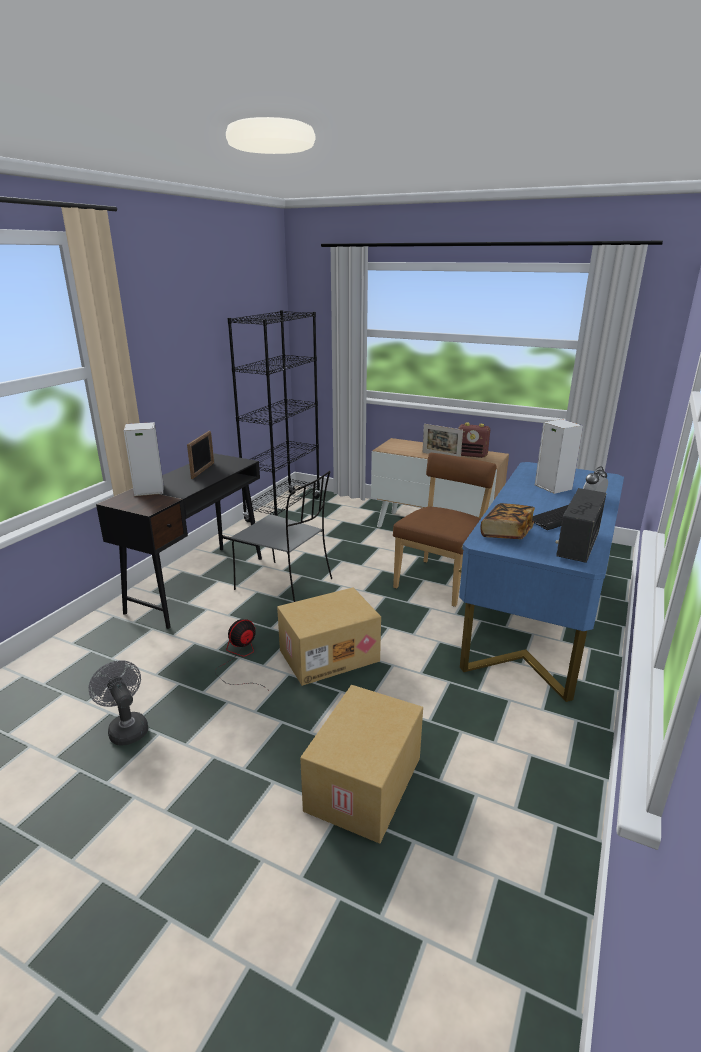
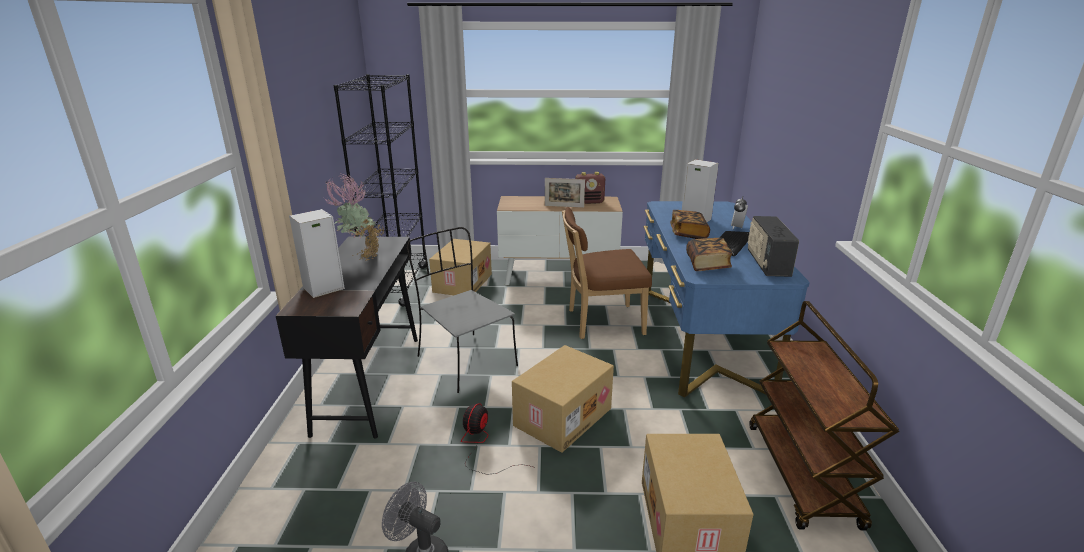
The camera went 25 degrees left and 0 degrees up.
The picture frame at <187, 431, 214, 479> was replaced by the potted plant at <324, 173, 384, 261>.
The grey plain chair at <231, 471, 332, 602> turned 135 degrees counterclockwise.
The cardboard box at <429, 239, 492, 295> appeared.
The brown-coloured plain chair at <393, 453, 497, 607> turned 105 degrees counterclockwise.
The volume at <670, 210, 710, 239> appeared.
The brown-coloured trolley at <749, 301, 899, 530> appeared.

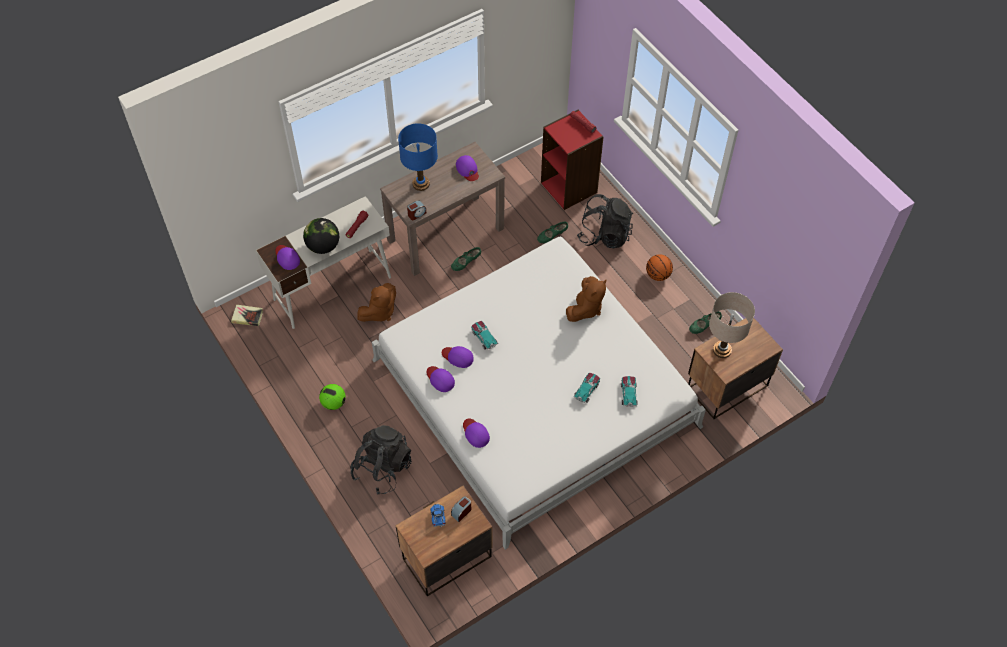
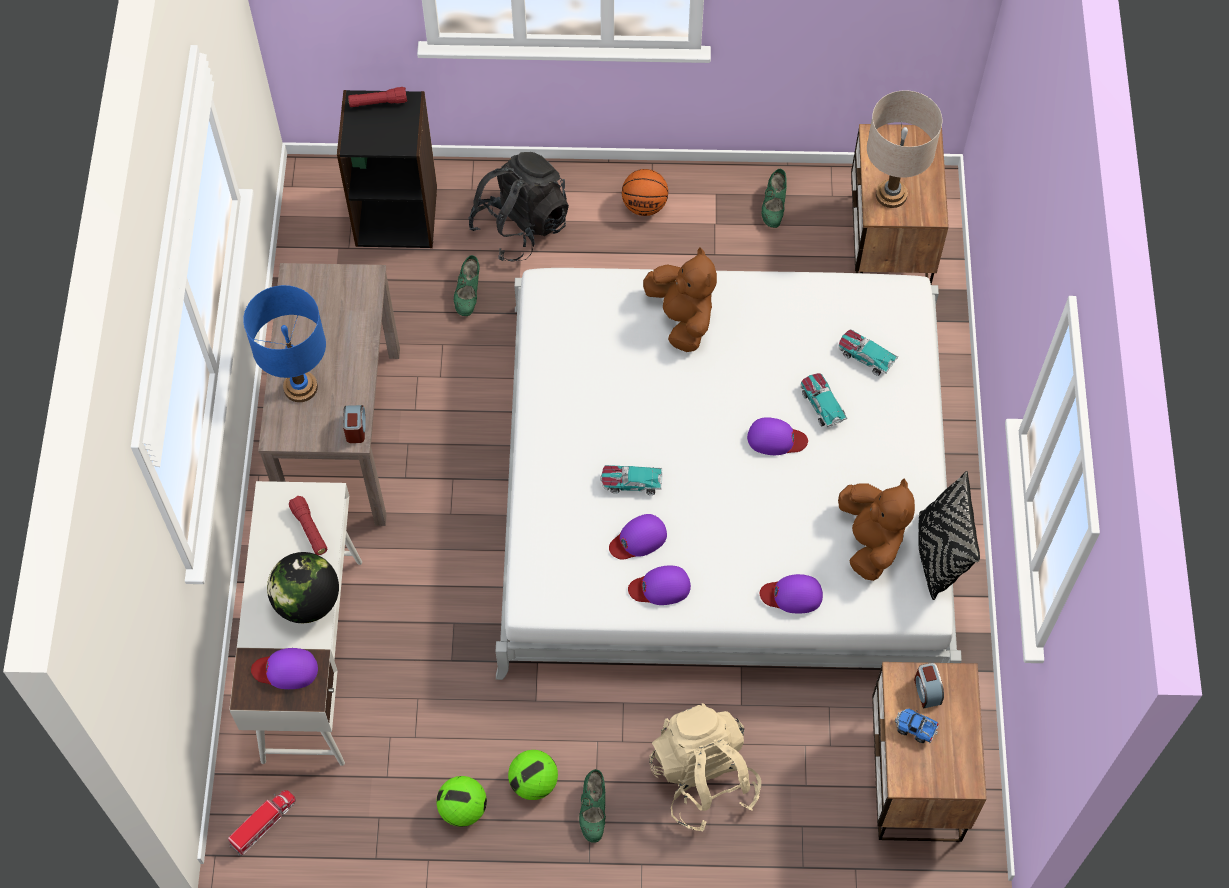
The camera went 55 degrees left and 5 degrees up.
The volume at <231, 305, 263, 326> was replaced by the model truck at <228, 790, 296, 856>.
The reddish shelving unit at <541, 109, 604, 210> became the blackish shelving unit at <337, 90, 437, 248>.
The ball for football at <437, 776, 487, 827> appeared.
The green item of footwear moved from <451, 247, 481, 271> to <579, 769, 606, 843>.
The blackish knapsack at <350, 425, 412, 495> became the beige knapsack at <649, 703, 761, 832>.
The purplish baseball cap moved from <456, 155, 479, 181> to <747, 417, 808, 455>.
The brown-coloured cuddly toy moved from <357, 283, 396, 322> to <838, 479, 915, 581>.
The blackish pillow at <918, 471, 980, 600> appeared.

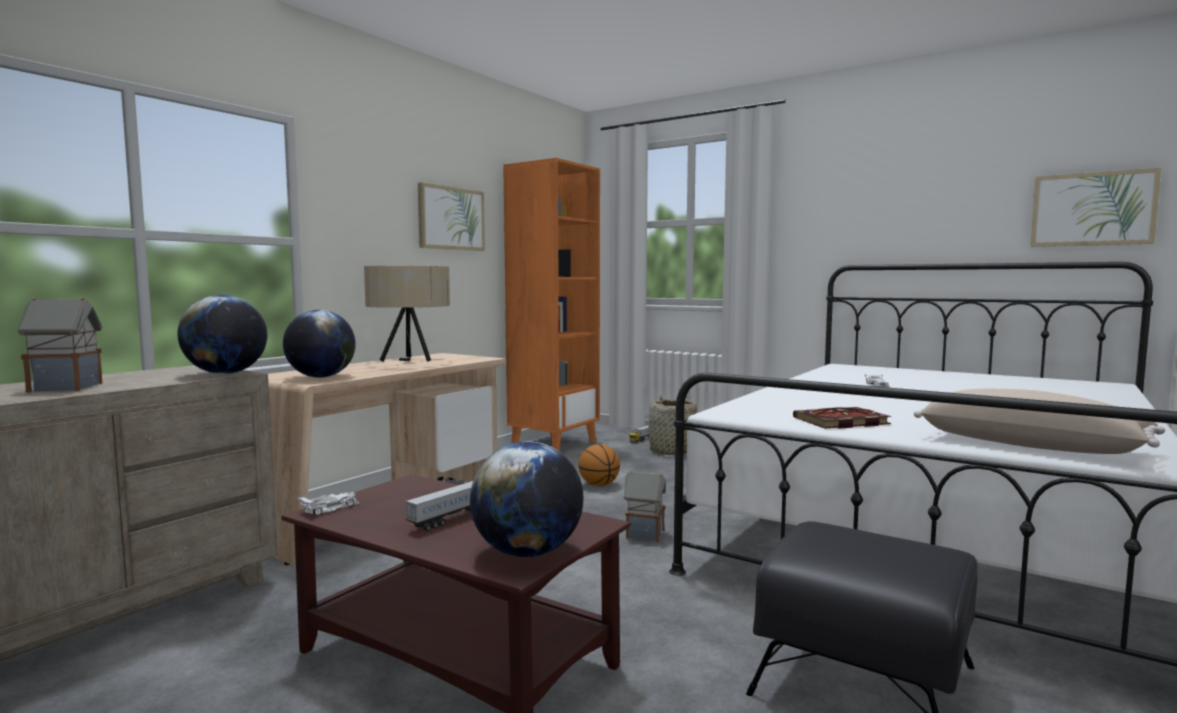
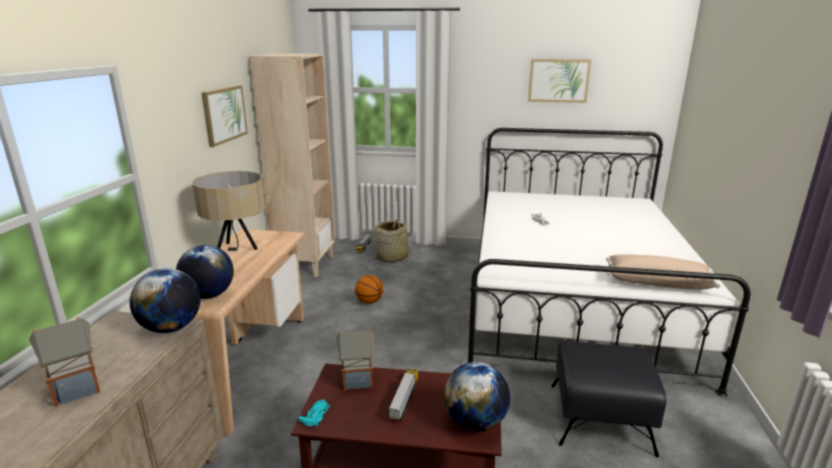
The camera went 25 degrees left and 15 degrees up.
The orange shelving unit at <503, 158, 600, 451> became the beige shelving unit at <249, 54, 335, 277>.
The white-coloured toy car at <297, 492, 360, 516> became the blue-green toy car at <298, 400, 330, 427>.
The toy house moved from <623, 471, 667, 542> to <336, 329, 374, 391>.
The wall picture moved from <1030, 168, 1161, 247> to <528, 59, 591, 103>.
The volume at <793, 407, 891, 429> disappeared.

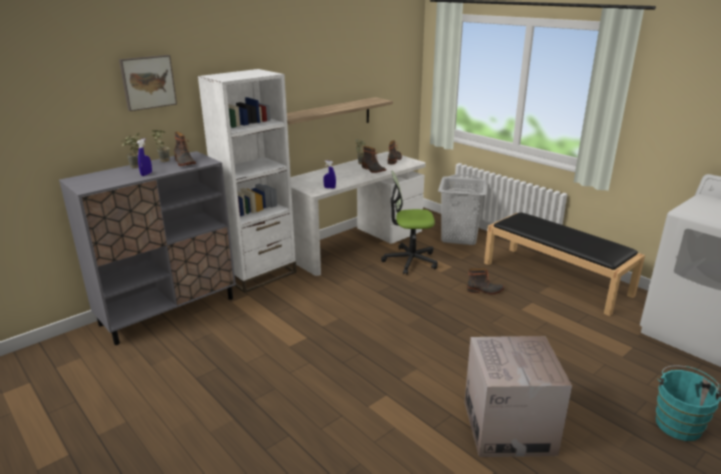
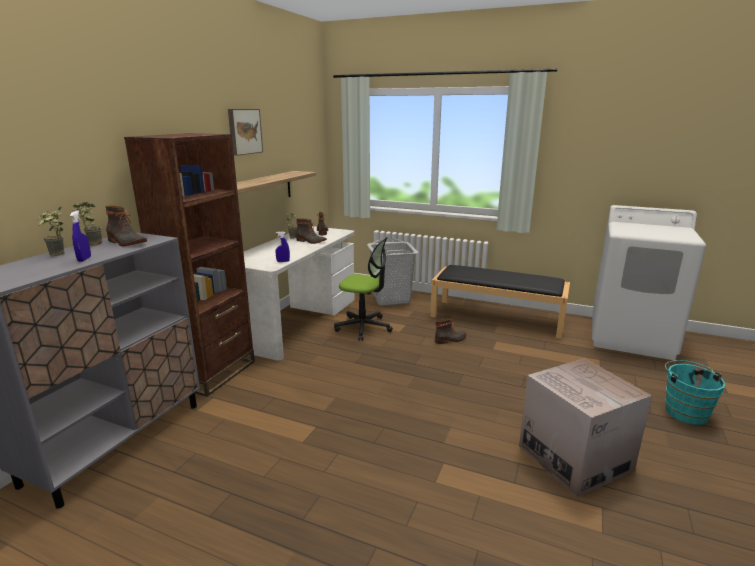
The camera went 25 degrees left and 5 degrees down.
The white-coloured shelving unit at <198, 69, 296, 293> became the brown-coloured shelving unit at <124, 133, 255, 397>.
The wall picture moved from <119, 55, 177, 111> to <228, 109, 263, 156>.
The office chair at <381, 171, 438, 275> turned 135 degrees counterclockwise.

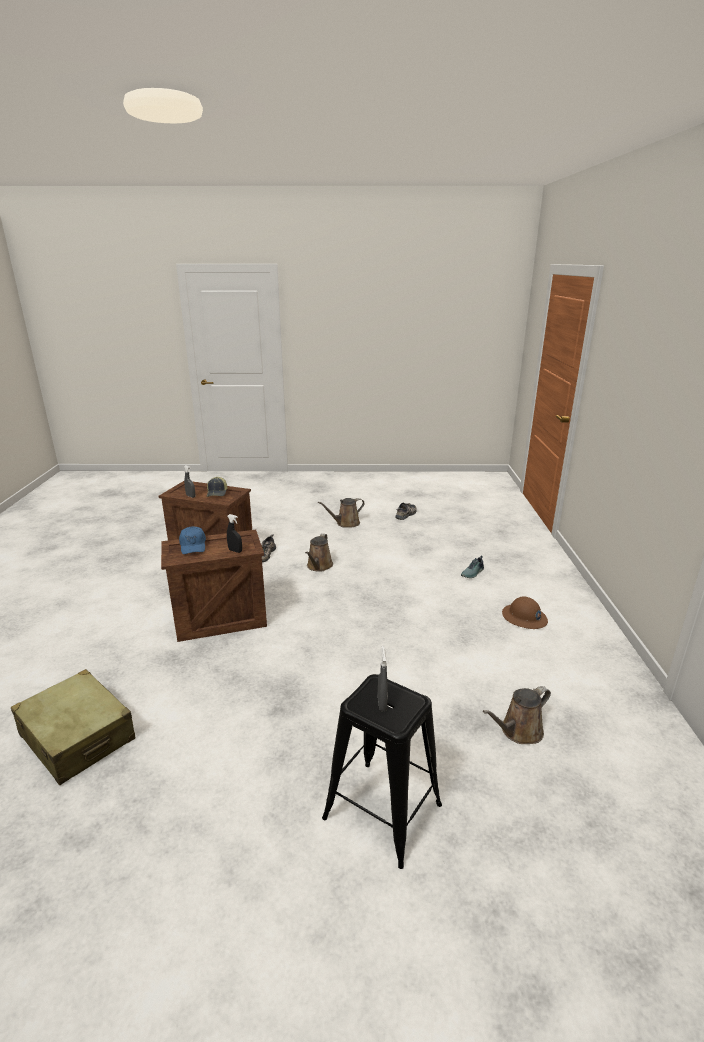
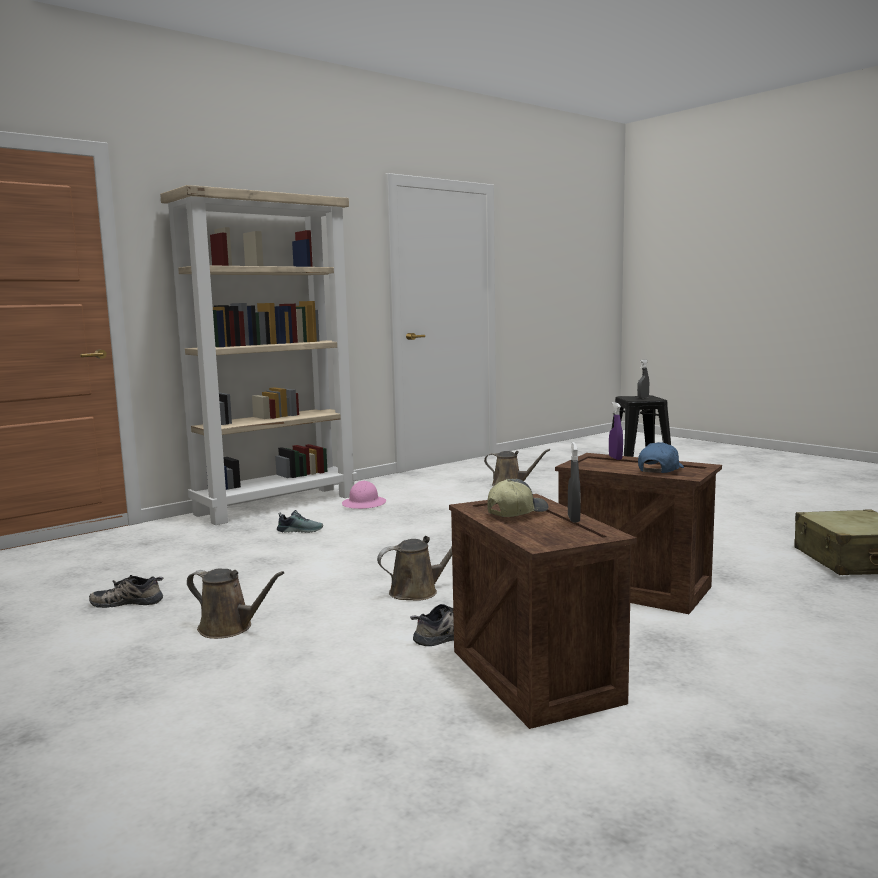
The camera went 130 degrees left and 15 degrees down.
The beige shelving unit at <160, 185, 358, 525> appeared.
The brown-coloured work helmet at <502, 596, 548, 629> became the pinkish work helmet at <342, 481, 386, 509>.
The blackish spray bottle at <227, 514, 242, 553> became the purplish spray bottle at <609, 402, 623, 460>.

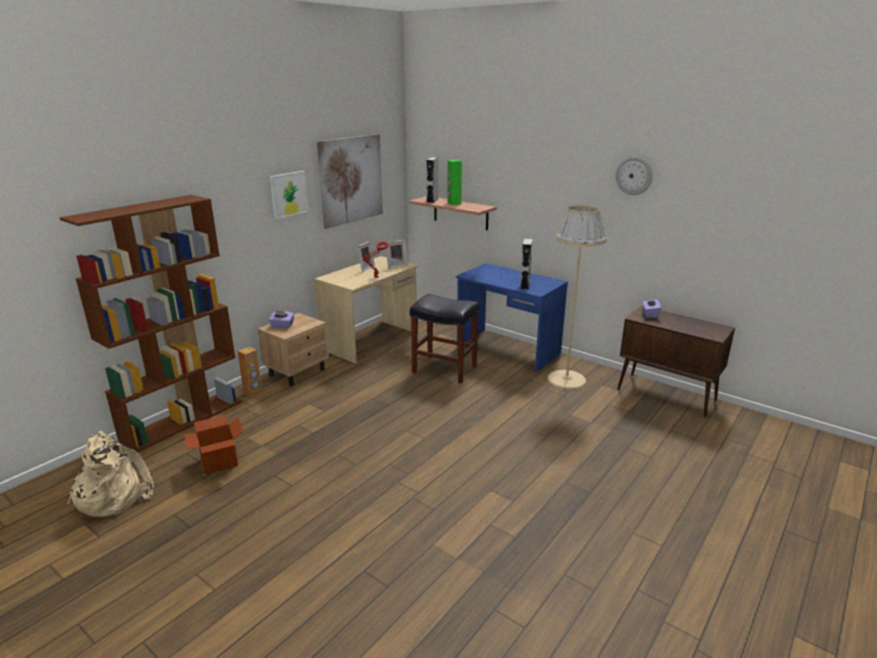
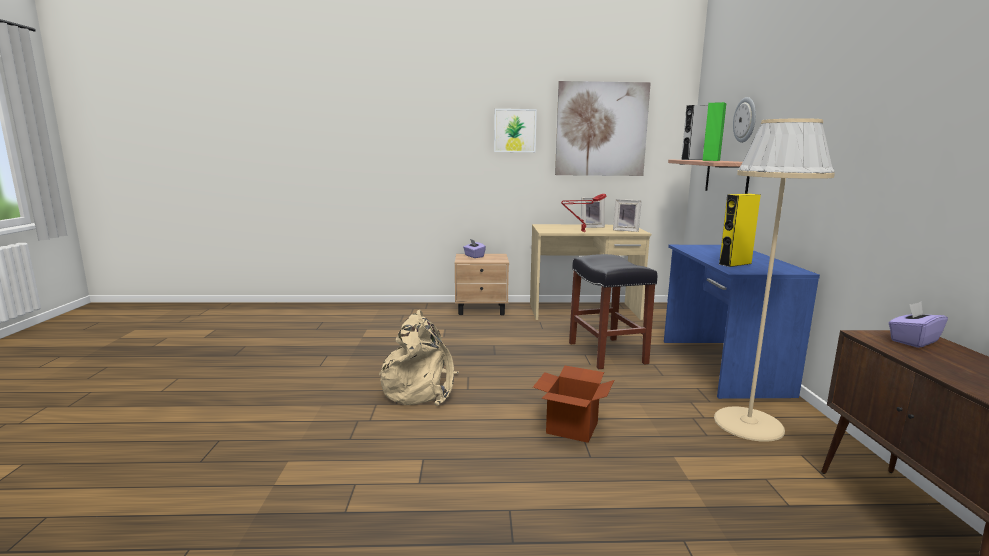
The camera went 50 degrees right and 10 degrees down.
The beige knapsack moved from <67, 431, 154, 517> to <379, 310, 459, 406>.
The cardboard box moved from <184, 415, 244, 475> to <533, 365, 614, 443>.
The grey audio speaker at <520, 238, 533, 290> became the yellowish audio speaker at <719, 194, 761, 267>.
The hanging clock moved from <616, 157, 653, 195> to <733, 97, 756, 143>.
The brown-coloured shelving unit at <60, 195, 242, 453> disappeared.
The brown-coloured audio speaker at <238, 347, 263, 398> disappeared.

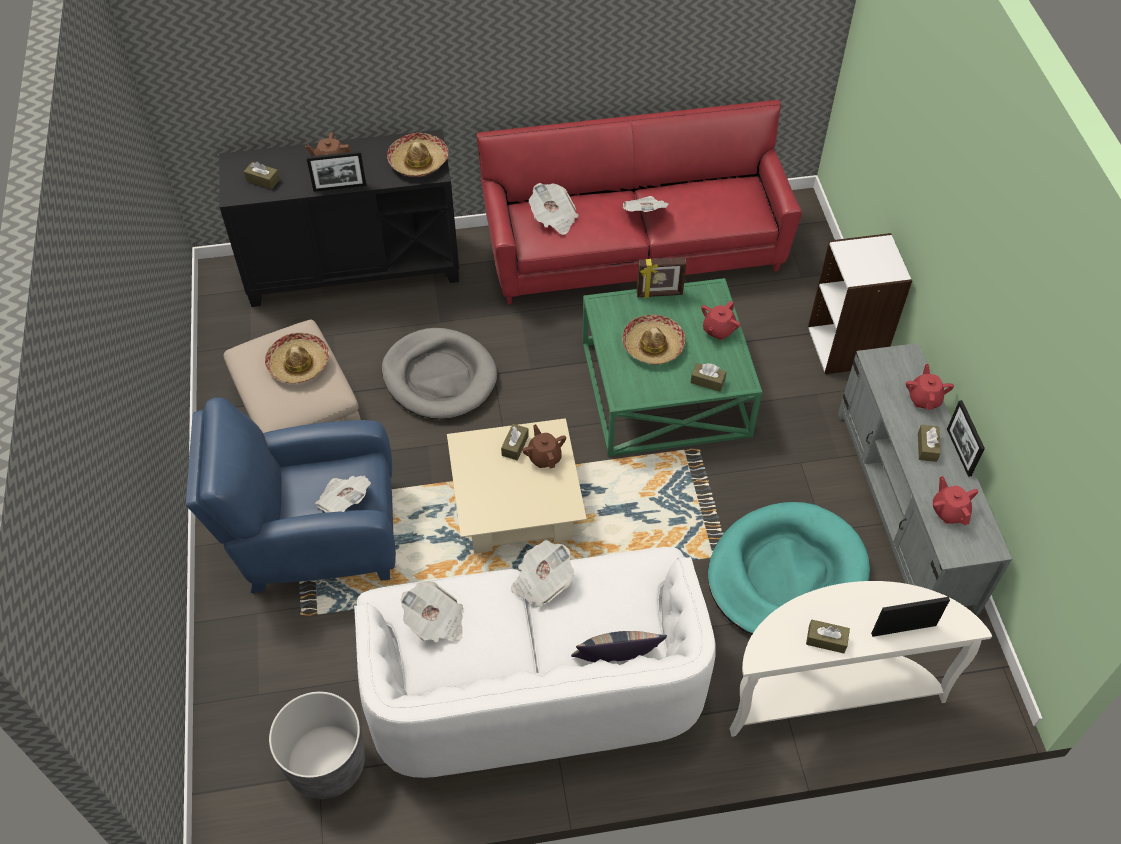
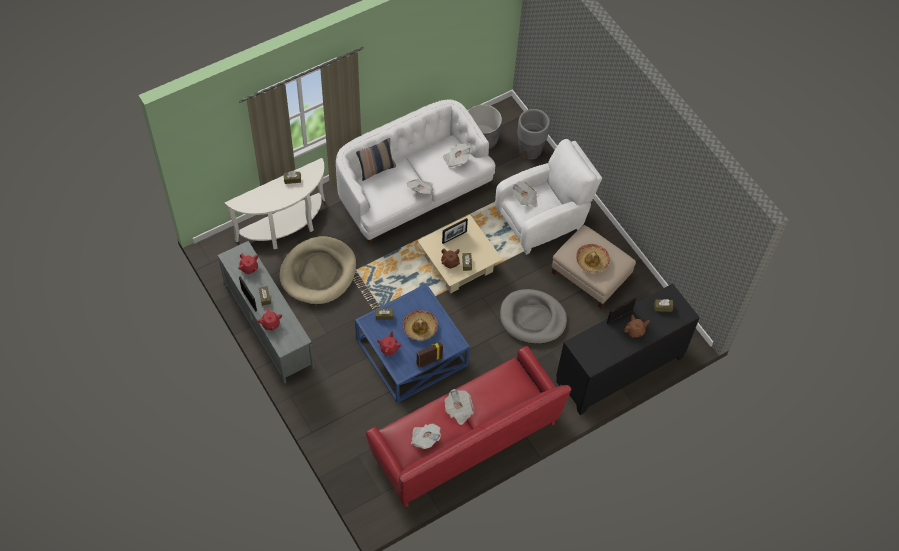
The camera went 155 degrees right and 5 degrees up.
The blue-green pet bed at <708, 502, 870, 635> became the beige pet bed at <279, 236, 357, 305>.
The green coffee table at <582, 278, 762, 457> became the blue-coloured coffee table at <355, 283, 470, 403>.
The newspaper moved from <529, 183, 579, 235> to <411, 423, 441, 449>.
The picture frame moved from <871, 597, 950, 637> to <442, 218, 468, 244>.
The blue-coloured easy chair at <186, 397, 396, 593> became the white-coloured easy chair at <495, 139, 602, 255>.
The grey flower pot at <517, 109, 550, 160> appeared.
The hat at <387, 133, 448, 177> disappeared.
The white-coloured shelving unit at <808, 233, 912, 374> disappeared.

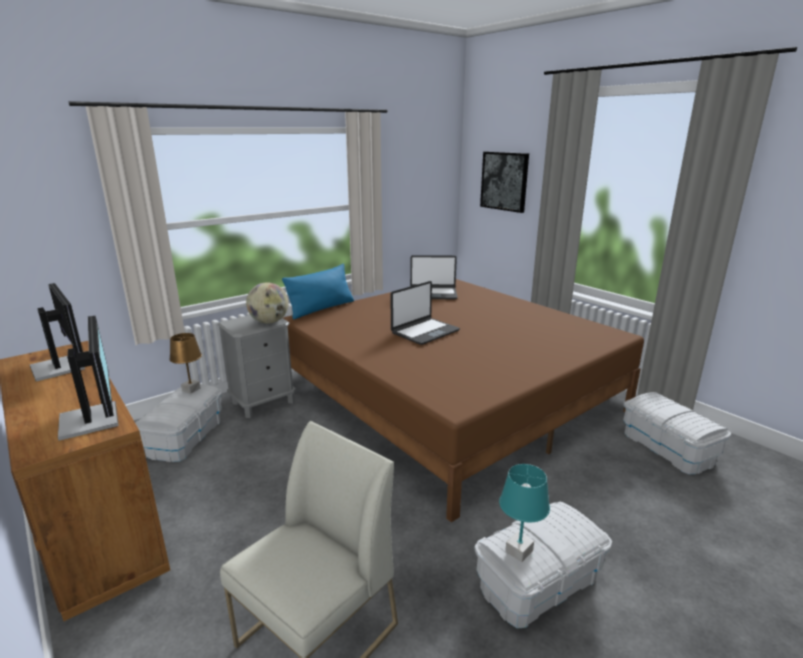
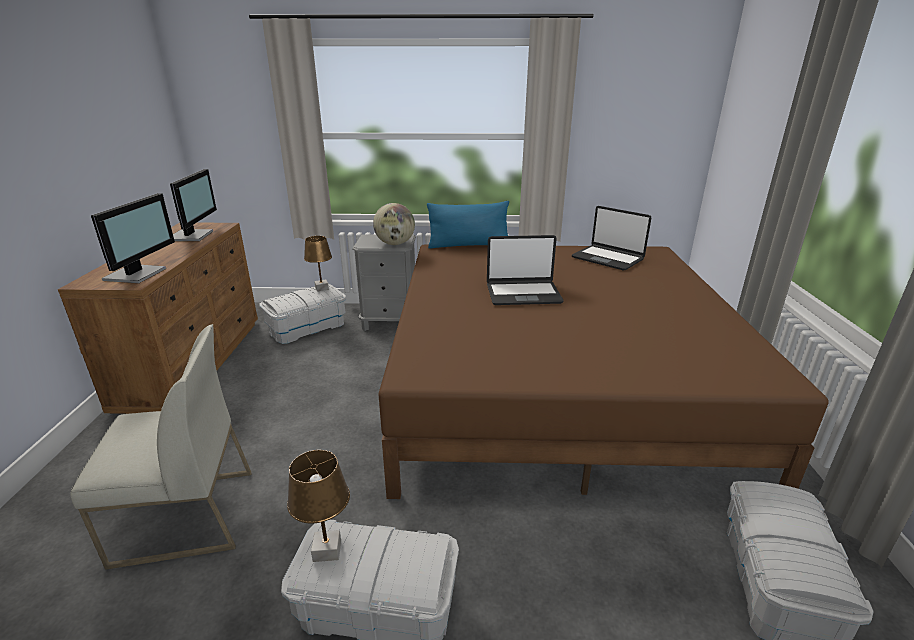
The camera went 40 degrees right and 5 degrees up.
The blue-green lamp for a table at <499, 464, 550, 562> became the brown-coloured lamp for a table at <287, 450, 350, 562>.
The wall picture at <480, 152, 529, 213> disappeared.

